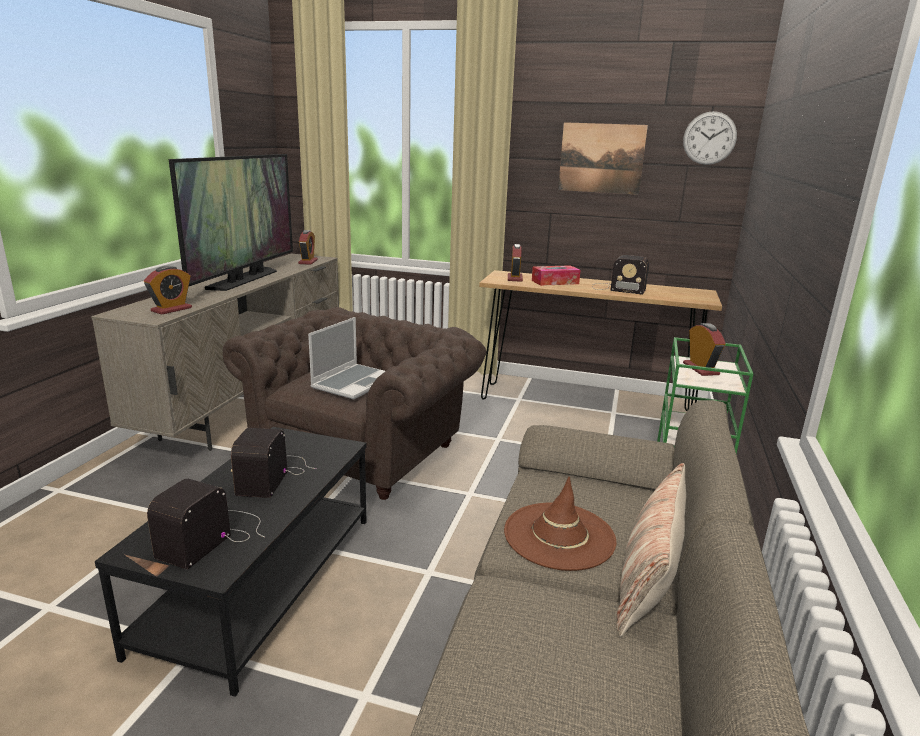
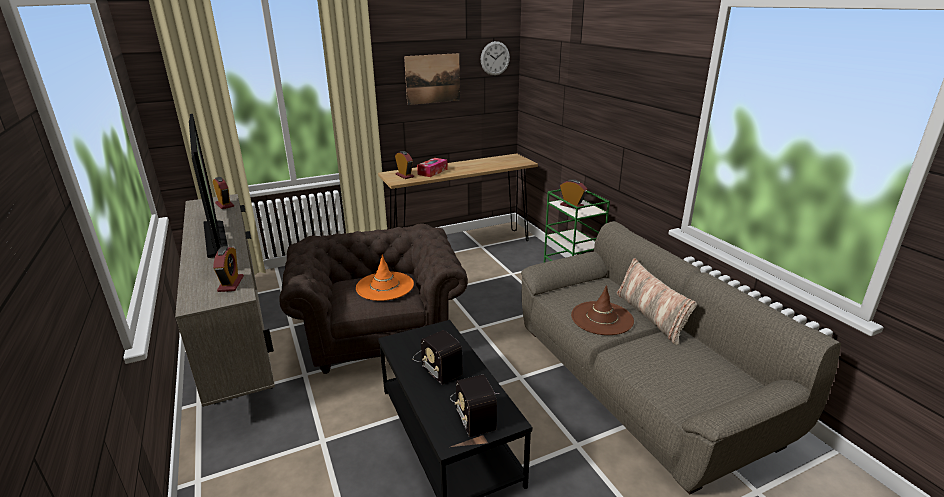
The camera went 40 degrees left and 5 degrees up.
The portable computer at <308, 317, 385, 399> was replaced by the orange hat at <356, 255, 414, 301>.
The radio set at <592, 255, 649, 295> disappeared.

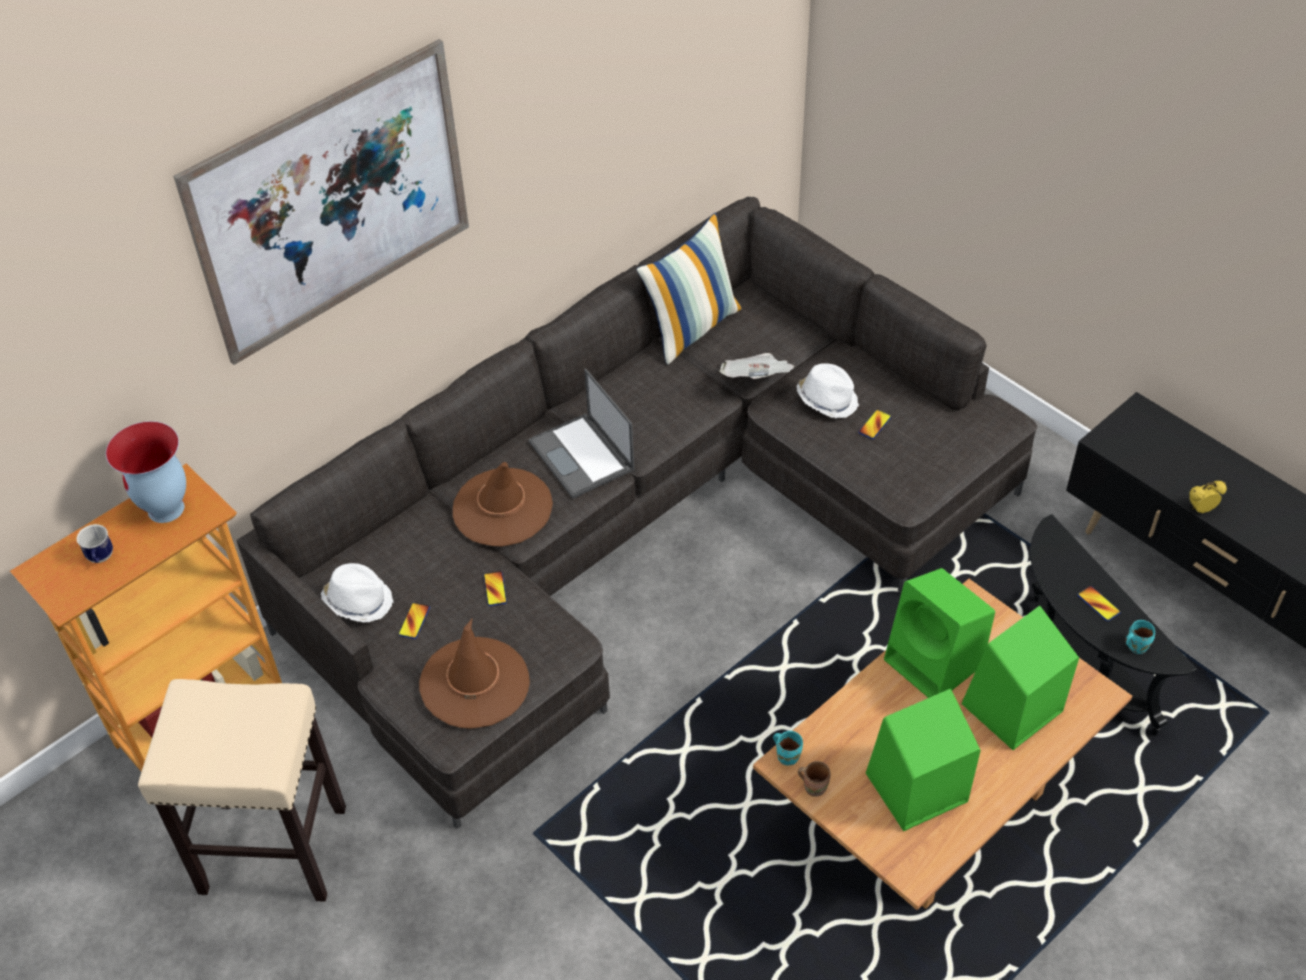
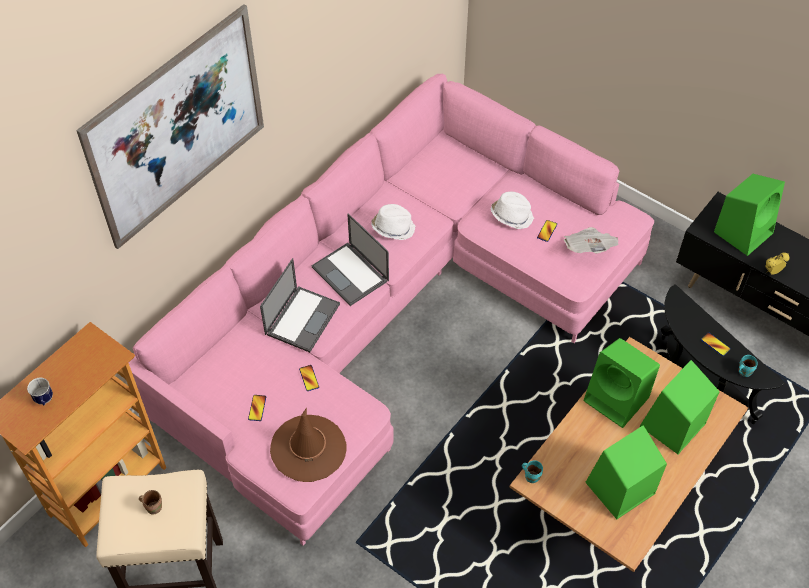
The camera went 10 degrees left and 5 degrees up.
The grey sofa at <237, 197, 1037, 829> became the pinkish sofa at <129, 74, 654, 546>.
The brown-coloured mug moved from <798, 761, 830, 797> to <139, 490, 162, 515>.
The brown-coloured hat at <453, 462, 553, 547> was replaced by the portable computer at <260, 258, 340, 352>.
The white-coloured hat moved from <321, 563, 393, 623> to <371, 204, 416, 240>.
The newspaper moved from <719, 353, 795, 379> to <564, 227, 619, 254>.
The green audio speaker at <714, 174, 785, 256> appeared.
The decorative vase at <106, 421, 186, 523> disappeared.
The pillow at <636, 213, 742, 365> disappeared.

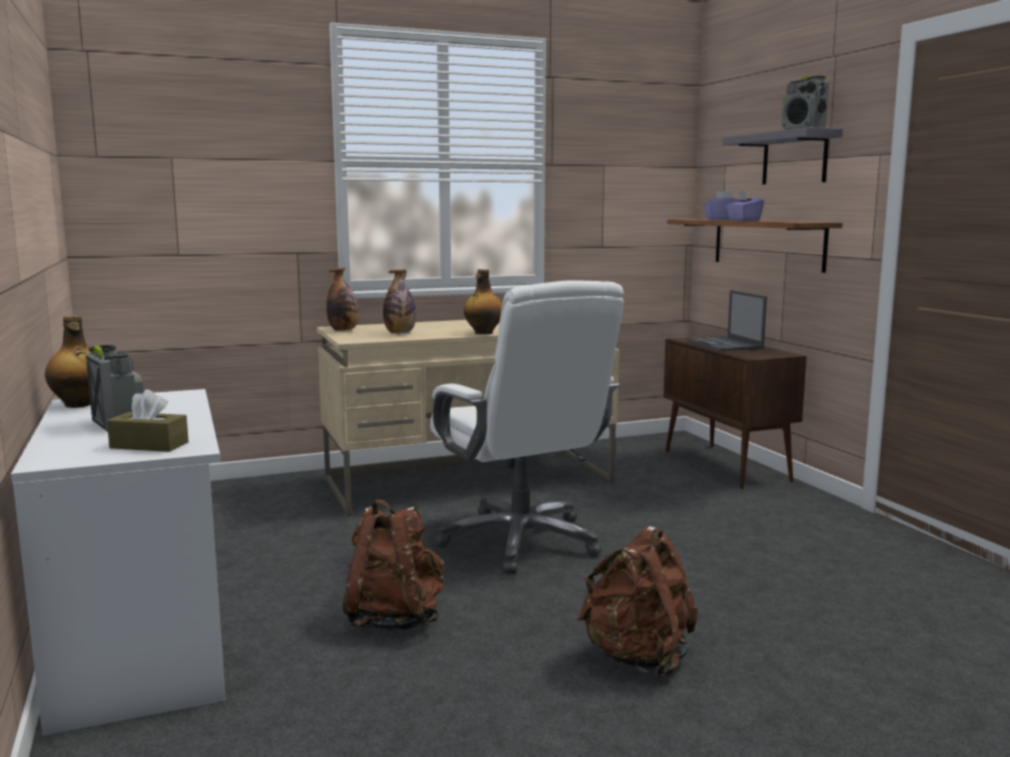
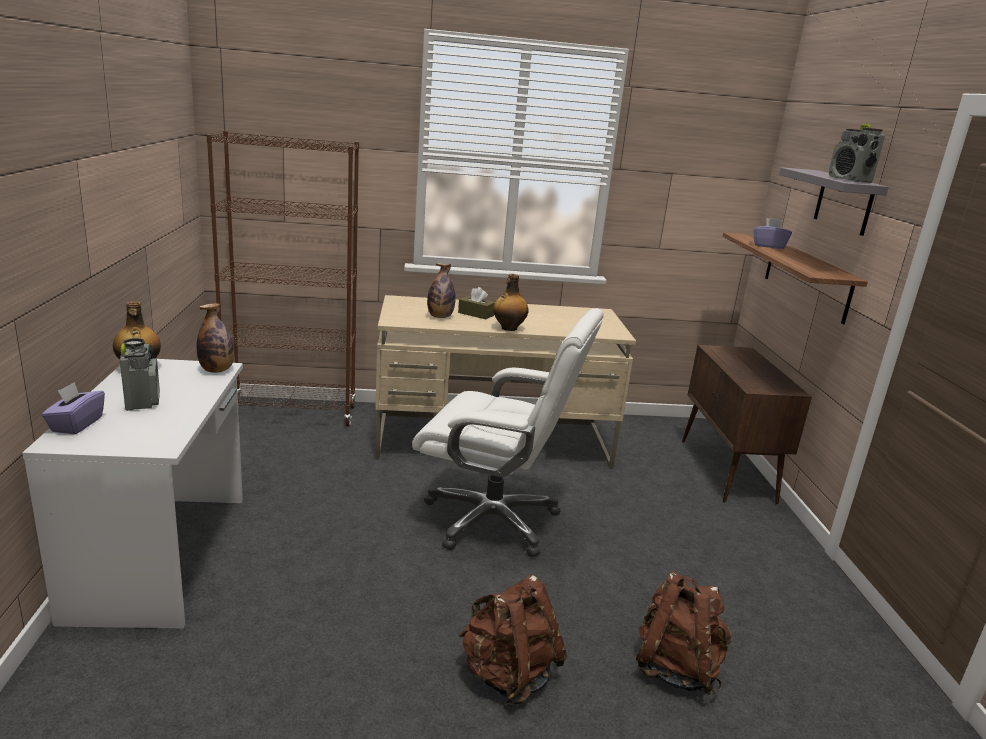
The camera went 15 degrees right and 10 degrees up.
The purplish tissue box moved from <726, 191, 764, 221> to <42, 382, 105, 435>.
The beverage bottle moved from <326, 268, 359, 331> to <197, 303, 234, 373>.
The brown-coloured shelving unit at <207, 131, 359, 426> appeared.
The white-coloured office chair at <430, 280, 624, 574> turned 60 degrees counterclockwise.
The brown-coloured tissue box moved from <107, 389, 189, 452> to <458, 287, 495, 319>.
The brown-coloured knapsack moved from <343, 499, 445, 631> to <636, 571, 732, 695>.
The portable computer at <687, 290, 767, 351> disappeared.

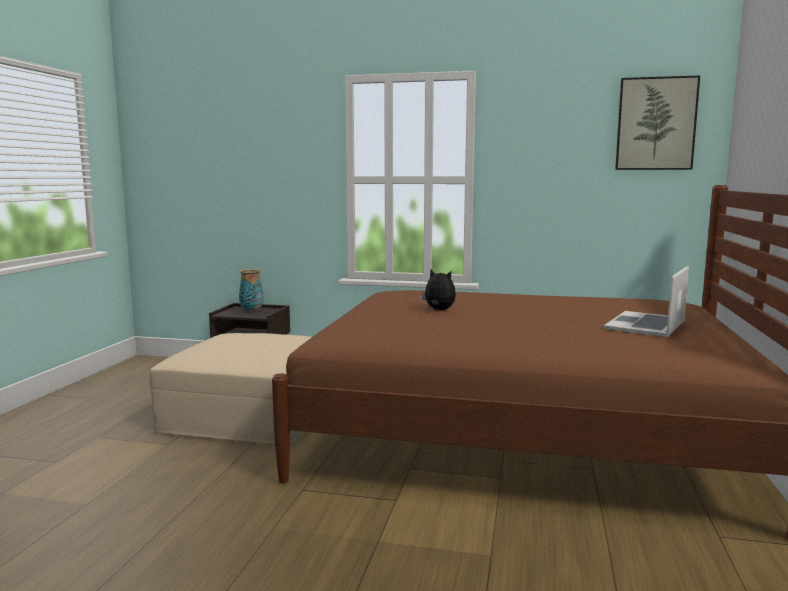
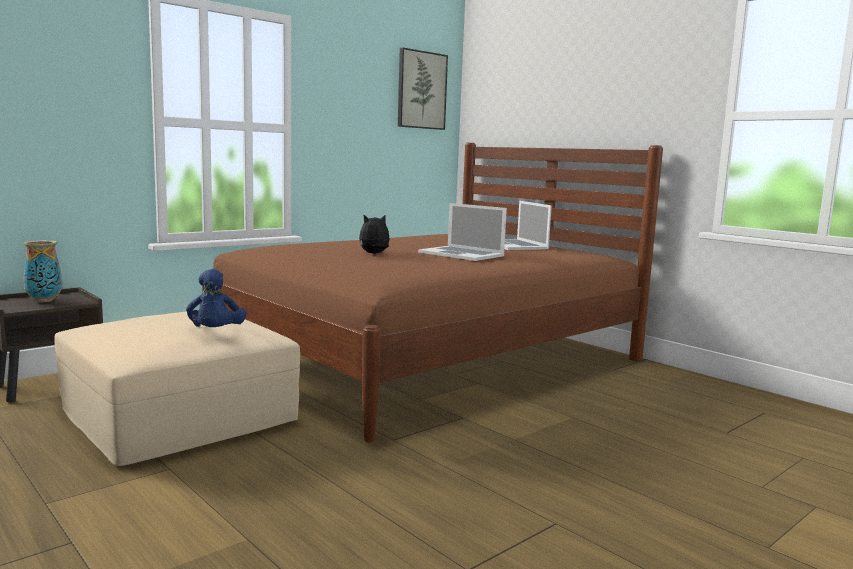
The camera went 55 degrees left and 0 degrees up.
The blue-coloured cuddly toy at <186, 269, 247, 327> appeared.
The portable computer at <418, 203, 507, 261> appeared.

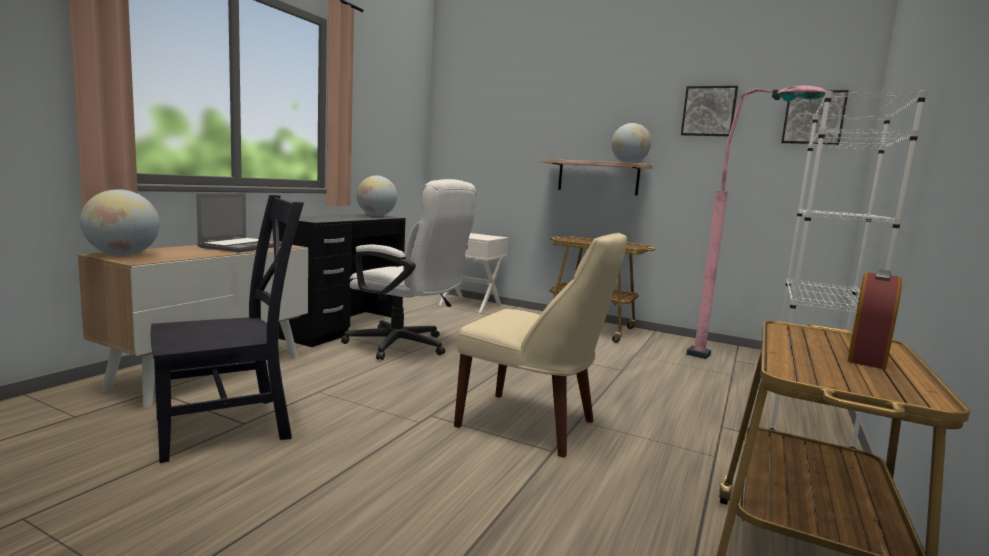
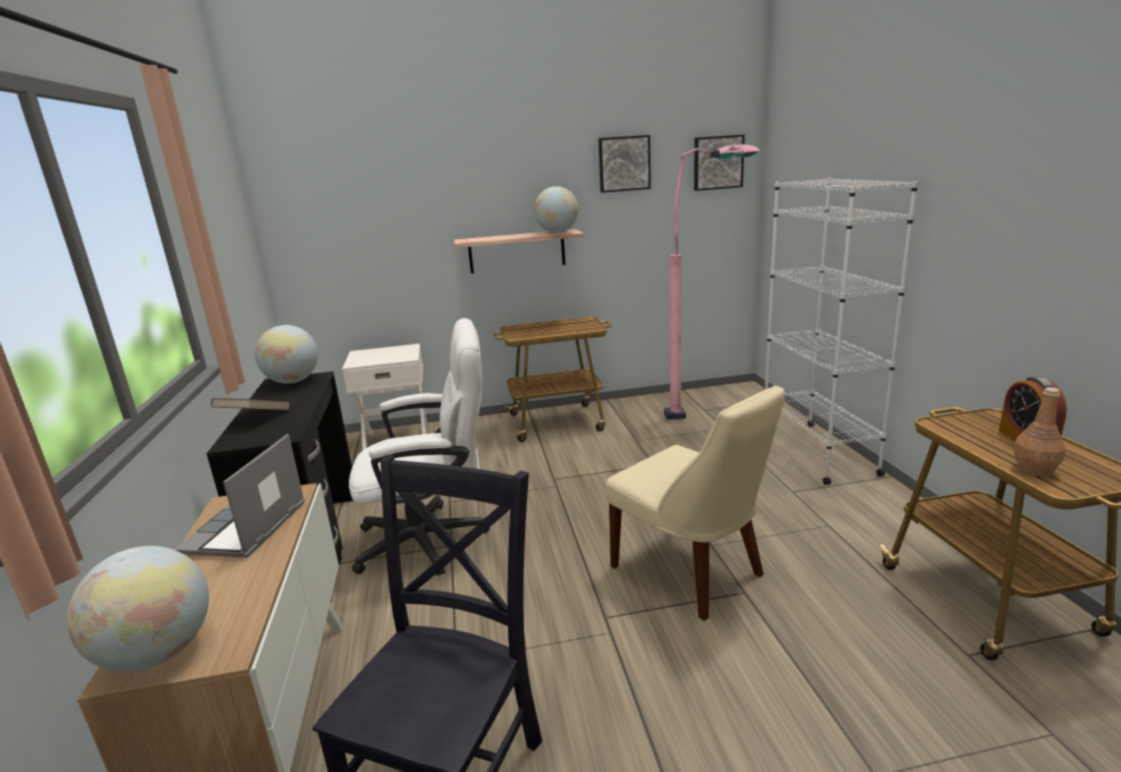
The camera went 35 degrees left and 10 degrees up.
The portable computer at <196, 193, 282, 252> turned 150 degrees counterclockwise.
The brown-coloured volume at <211, 398, 290, 410> appeared.
The beige plain chair at <454, 233, 627, 458> turned 60 degrees clockwise.
The brown-coloured beverage bottle at <1013, 387, 1066, 477> appeared.

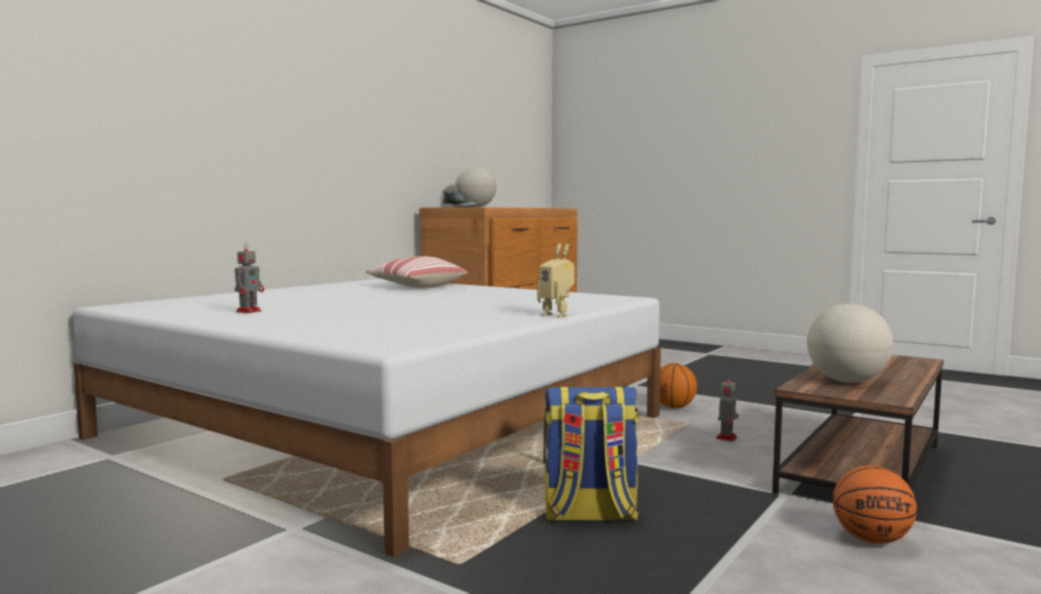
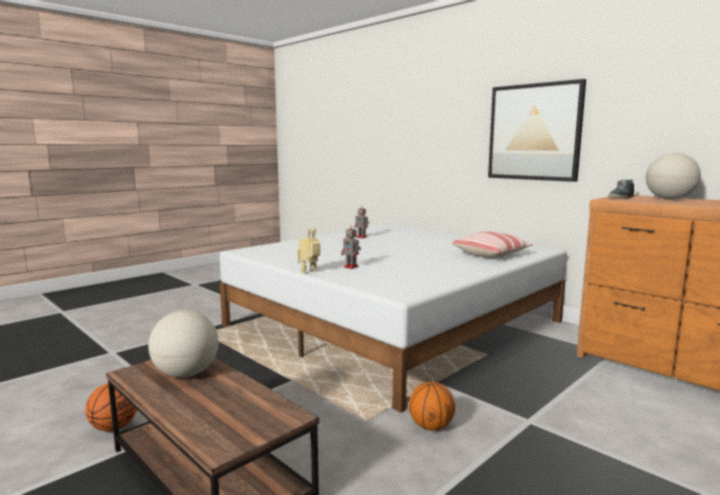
The camera went 100 degrees right and 5 degrees up.
The toy robot moved from <716, 375, 738, 441> to <341, 224, 361, 269>.
The wall picture at <488, 79, 586, 182> appeared.
The knapsack at <544, 387, 639, 521> disappeared.

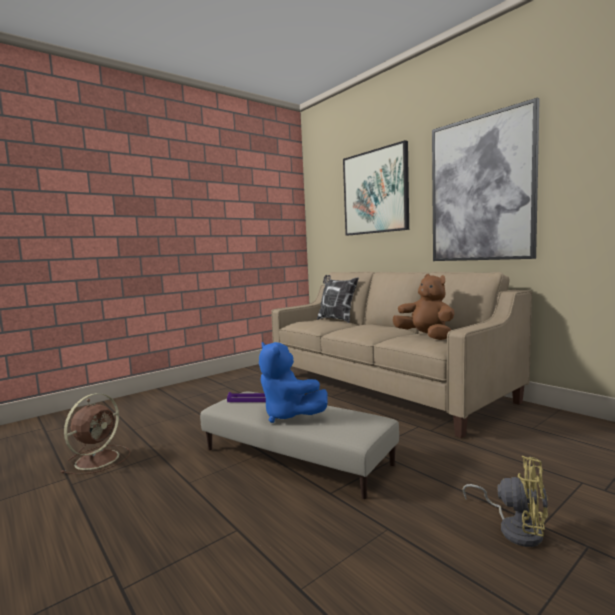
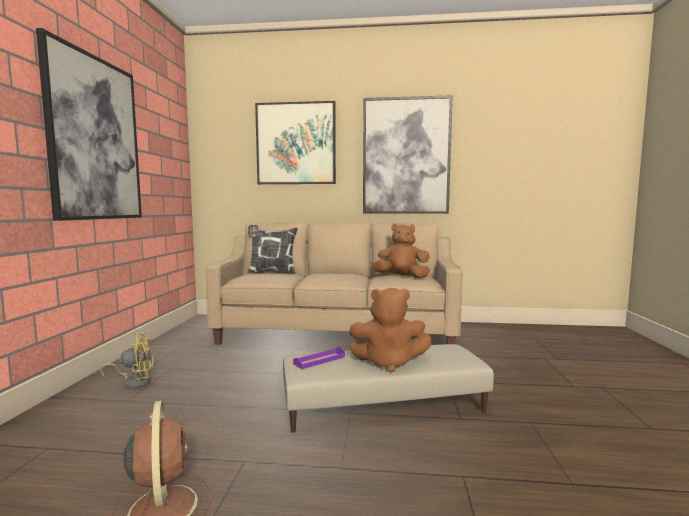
The camera went 45 degrees left and 0 degrees up.
The wall picture at <36, 28, 142, 221> appeared.
The yellowish electric fan moved from <462, 455, 548, 547> to <100, 333, 154, 388>.
The blue-coloured cuddly toy at <259, 342, 328, 423> became the brown-coloured cuddly toy at <349, 288, 432, 372>.

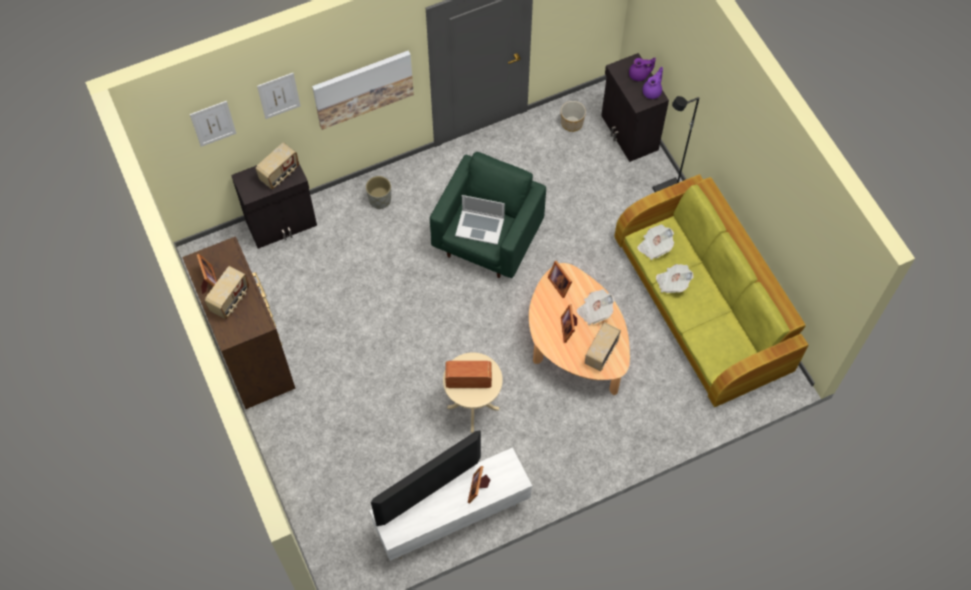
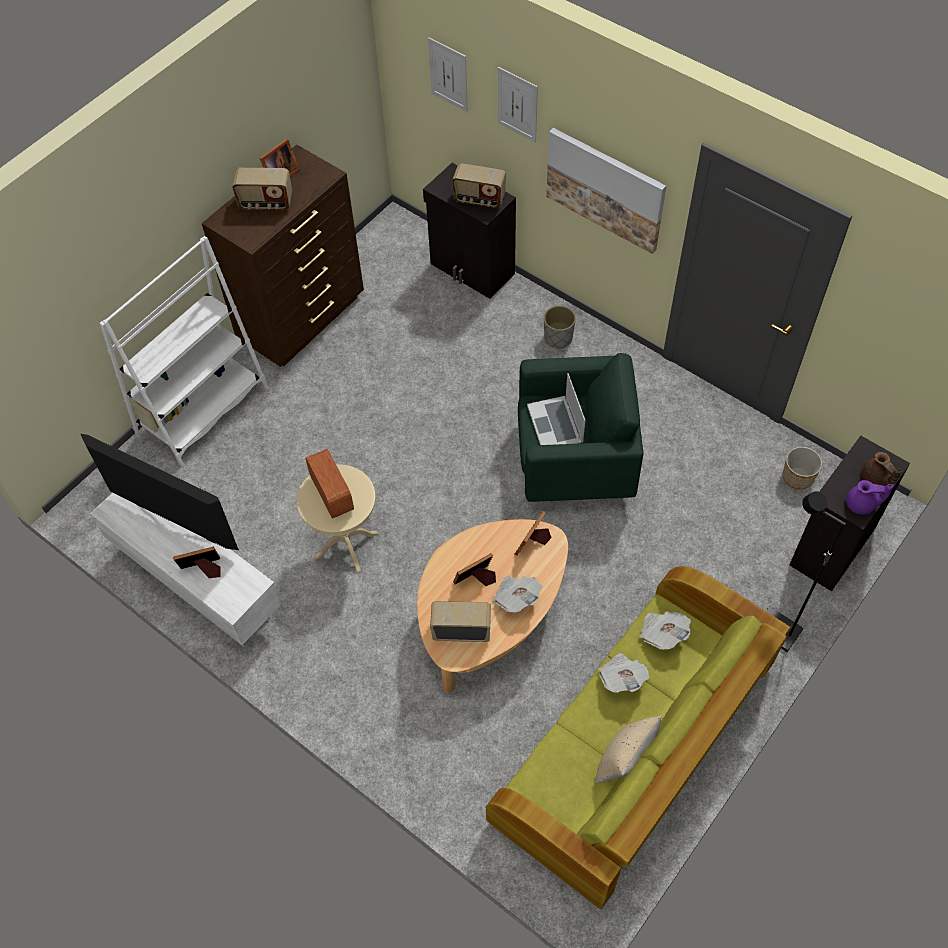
The camera went 65 degrees right and 5 degrees down.
The white-coloured shelving unit at <100, 236, 268, 467> appeared.
The beige pillow at <595, 715, 662, 784> appeared.
The purplish tea pot at <629, 58, 656, 81> became the brown-coloured tea pot at <861, 452, 902, 486>.

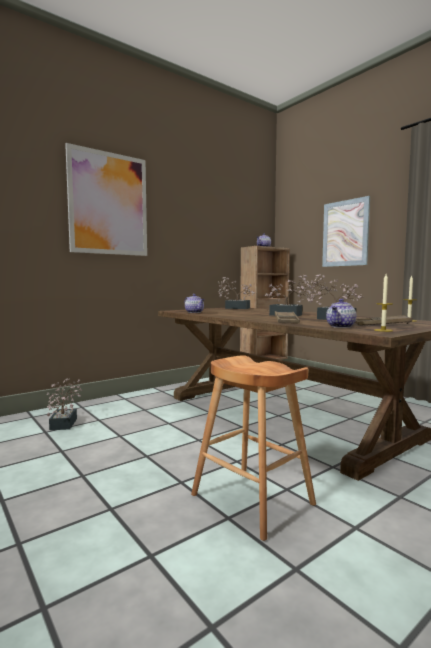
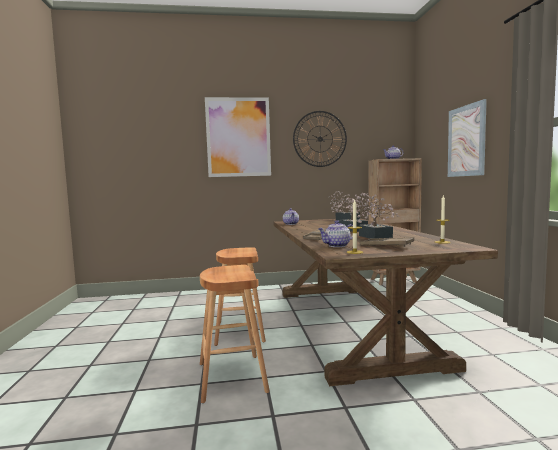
The camera went 30 degrees right and 0 degrees up.
The brown-coloured stool seat at <214, 247, 266, 346> appeared.
The hanging clock at <293, 111, 347, 167> appeared.
The potted plant at <47, 379, 82, 430> disappeared.

